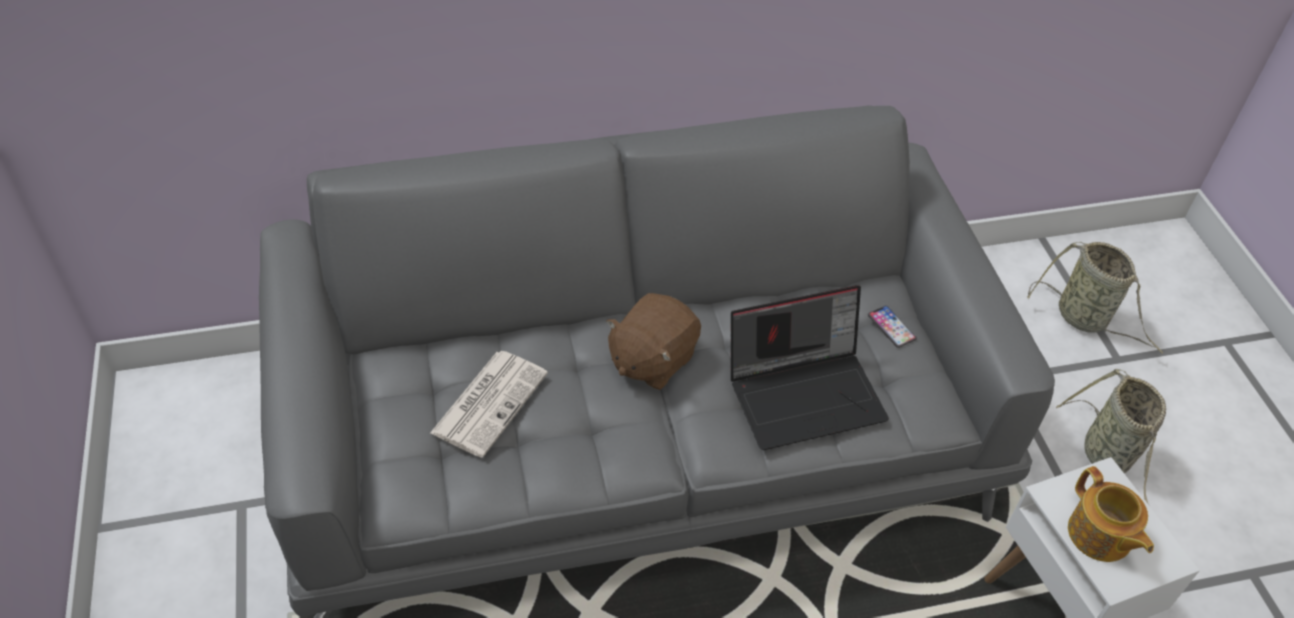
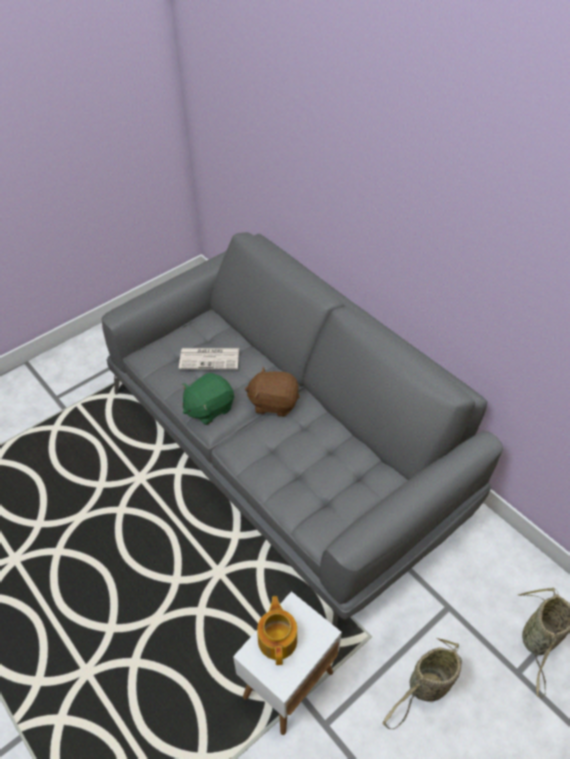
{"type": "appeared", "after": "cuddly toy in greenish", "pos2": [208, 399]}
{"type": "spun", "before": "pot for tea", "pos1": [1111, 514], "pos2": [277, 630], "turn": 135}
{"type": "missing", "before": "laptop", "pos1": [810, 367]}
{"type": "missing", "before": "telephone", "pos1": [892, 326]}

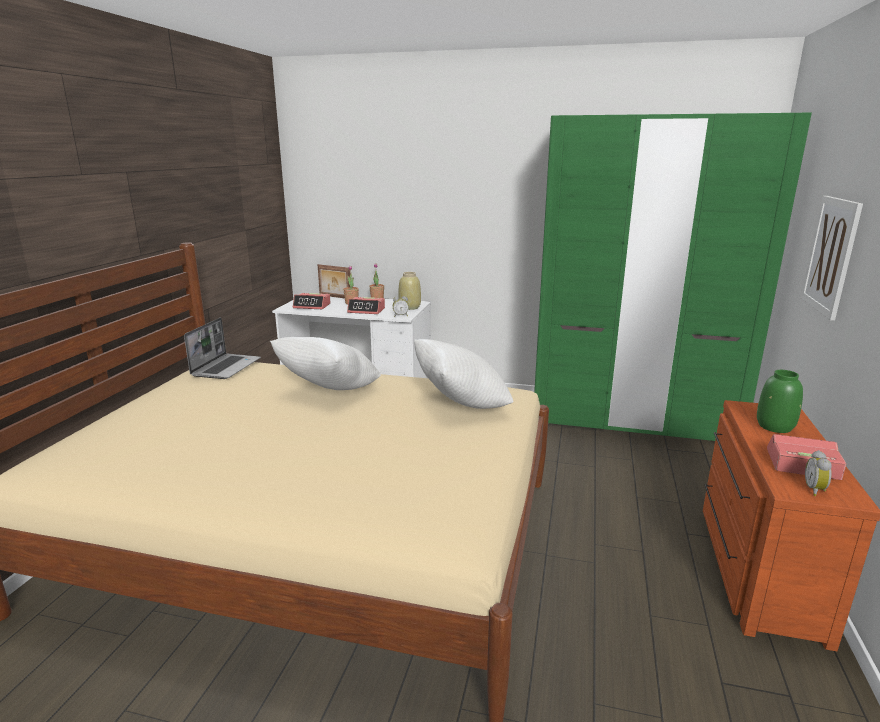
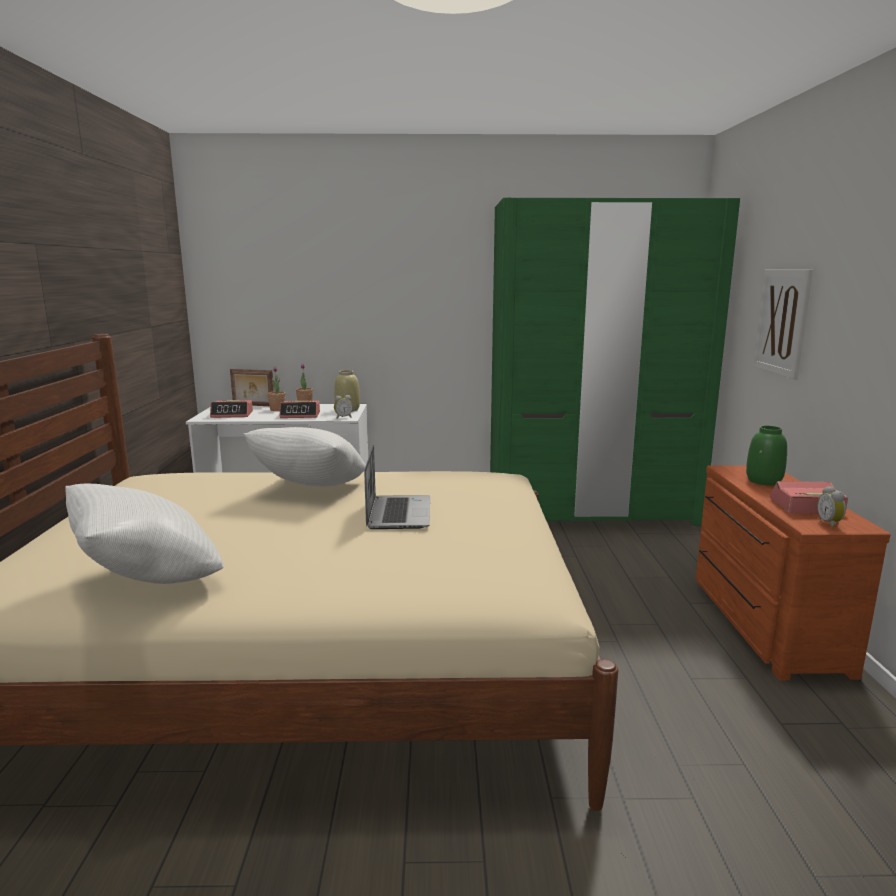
{"type": "relocated", "before": "pillow in white", "pos1": [464, 374], "pos2": [144, 533]}
{"type": "relocated", "before": "laptop", "pos1": [222, 348], "pos2": [397, 487]}

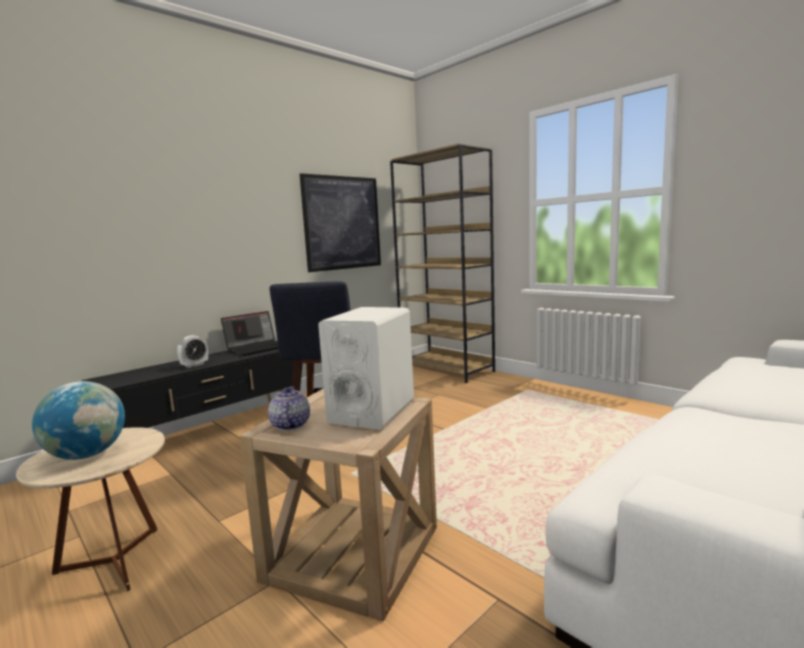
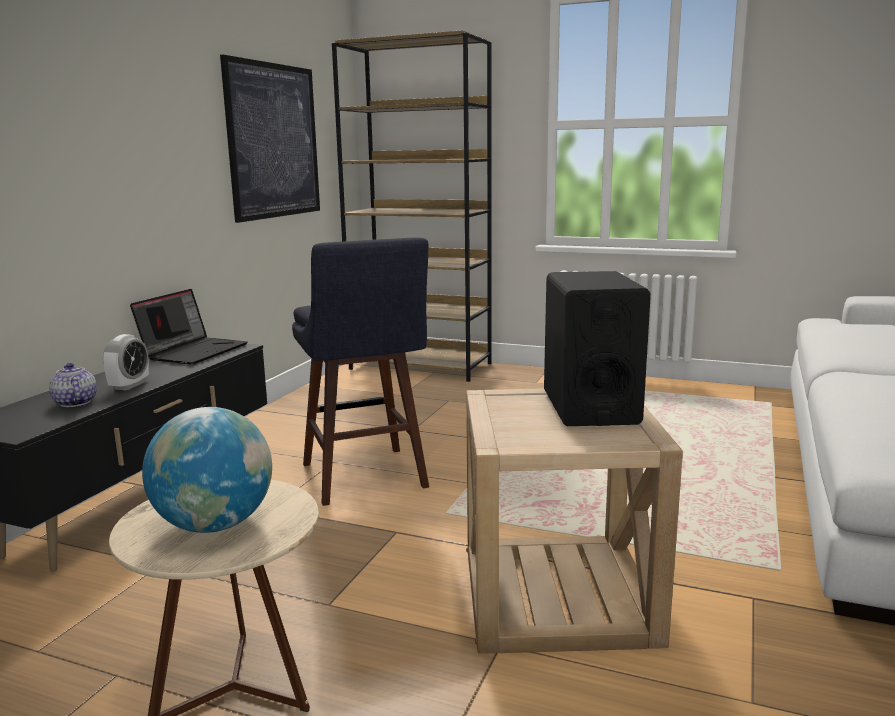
{"type": "relocated", "before": "pot for tea", "pos1": [289, 409], "pos2": [73, 385]}
{"type": "colour", "before": "speaker in white", "after": "speaker in black-coloured", "pos1": [366, 368], "pos2": [597, 348]}

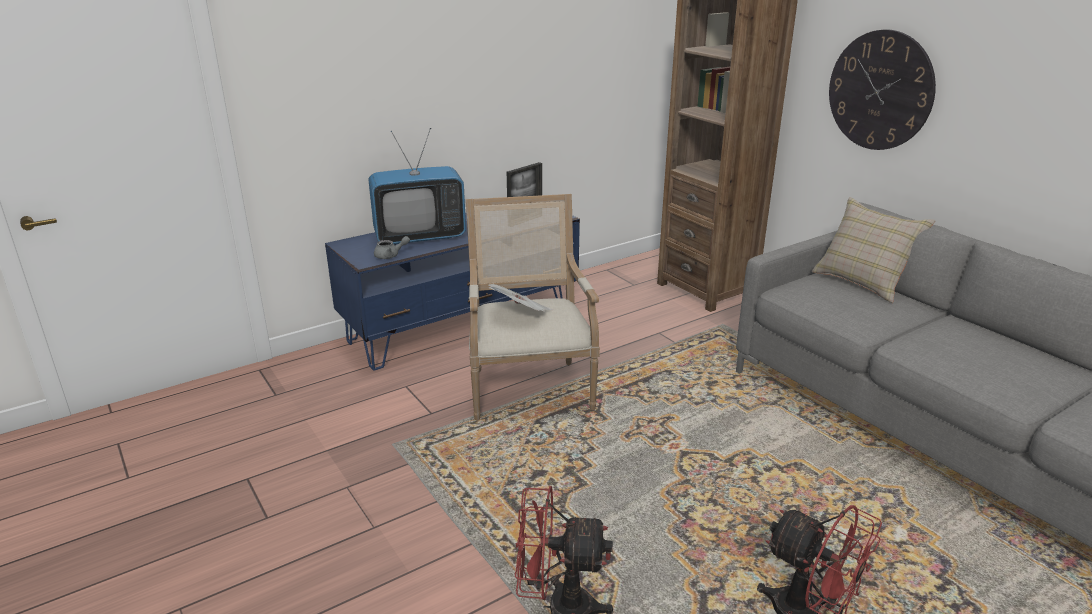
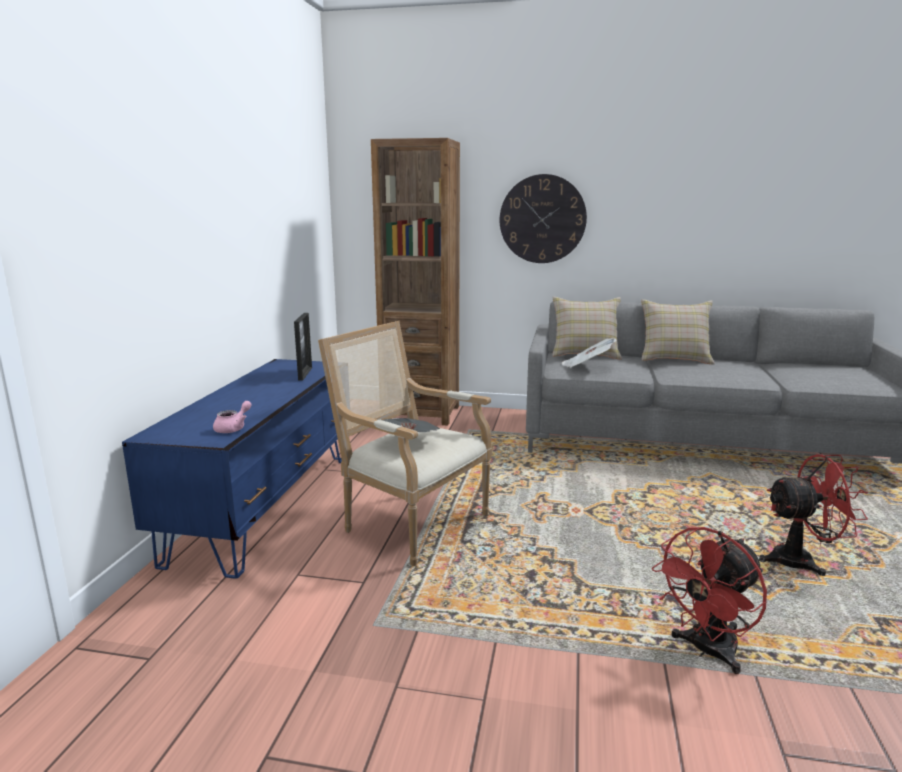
{"type": "colour", "before": "pot for tea in greyish", "after": "pot for tea in pink", "pos1": [392, 247], "pos2": [232, 417]}
{"type": "appeared", "after": "printed paper", "pos2": [589, 353]}
{"type": "appeared", "after": "pillow in beige-coloured", "pos2": [678, 332]}
{"type": "missing", "before": "television", "pos1": [417, 186]}

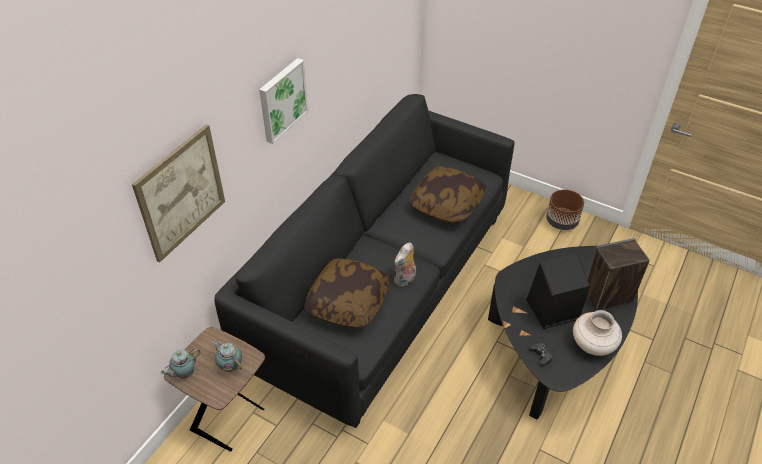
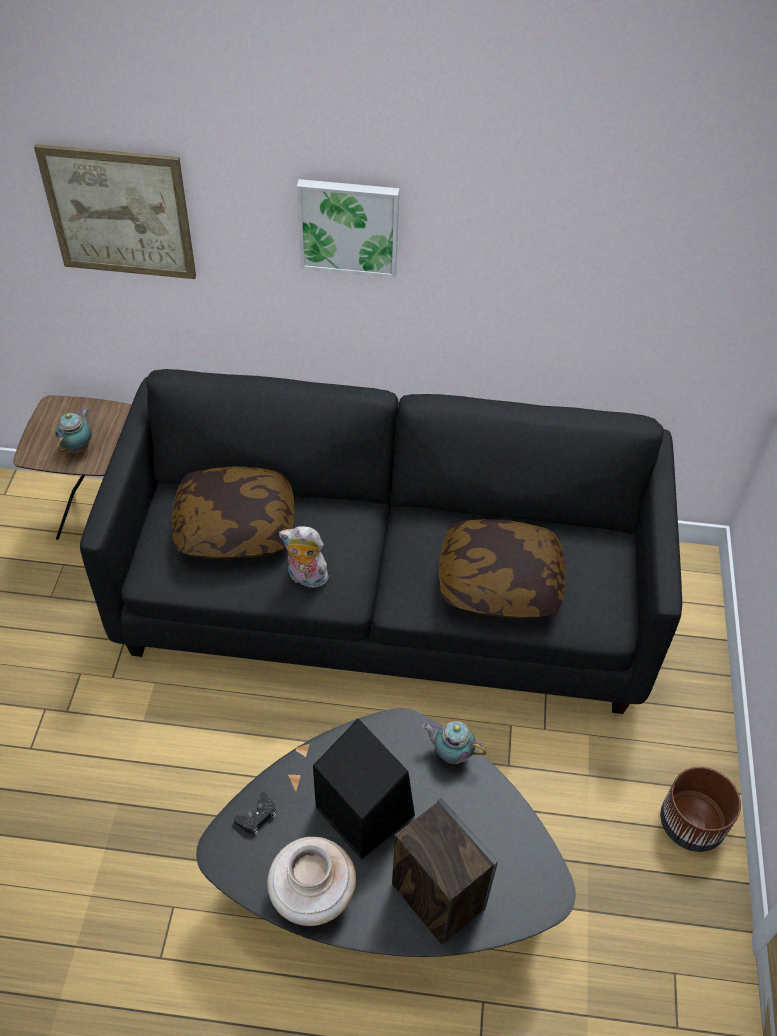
{"type": "relocated", "before": "pot for tea", "pos1": [181, 363], "pos2": [454, 742]}

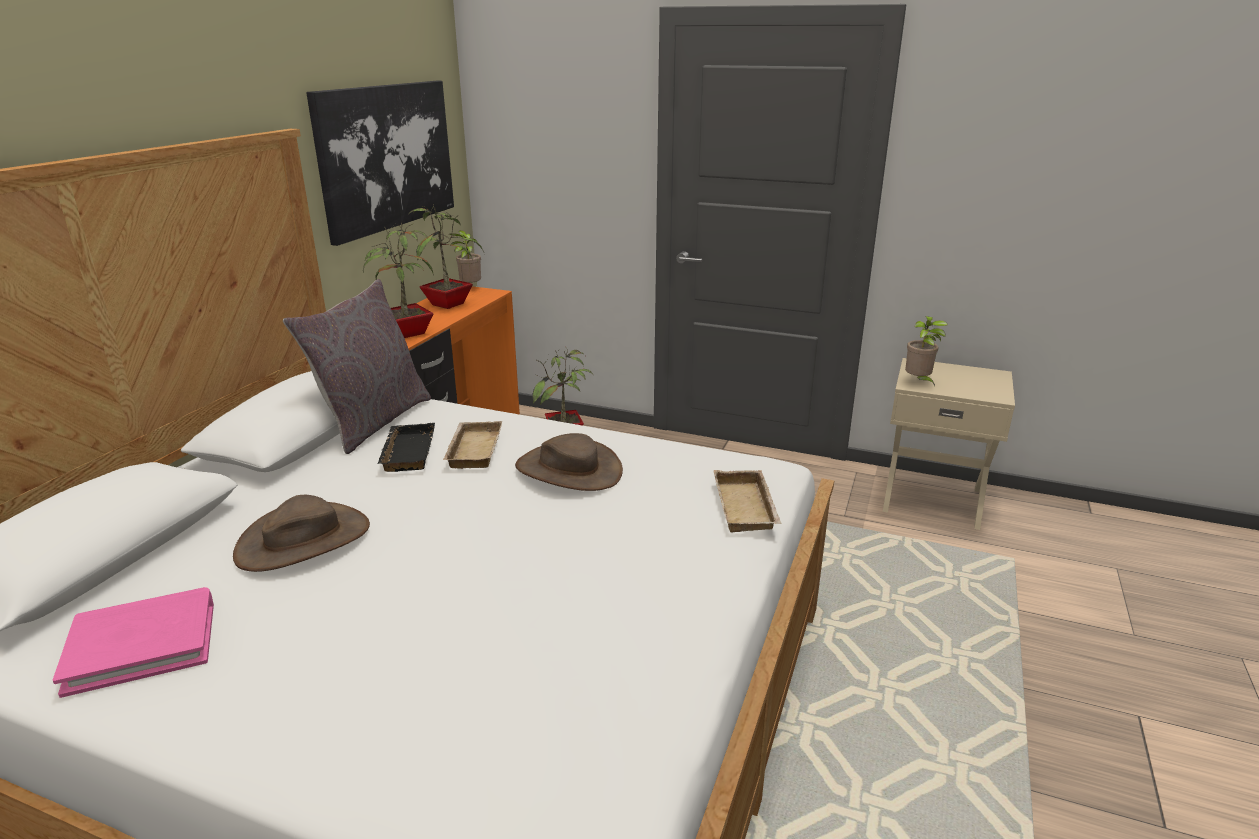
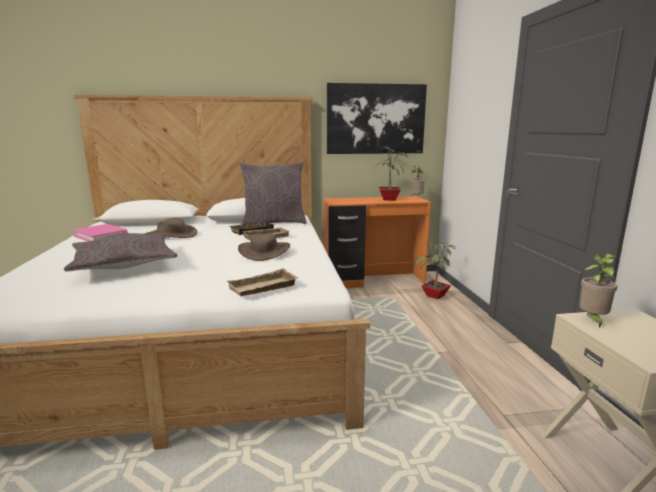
{"type": "appeared", "after": "pillow in greyish", "pos2": [120, 252]}
{"type": "missing", "before": "plant in a pot", "pos1": [398, 280]}

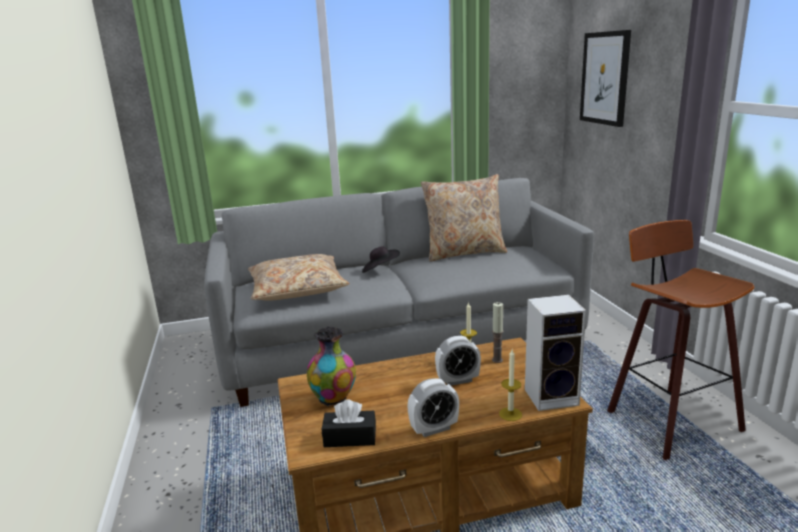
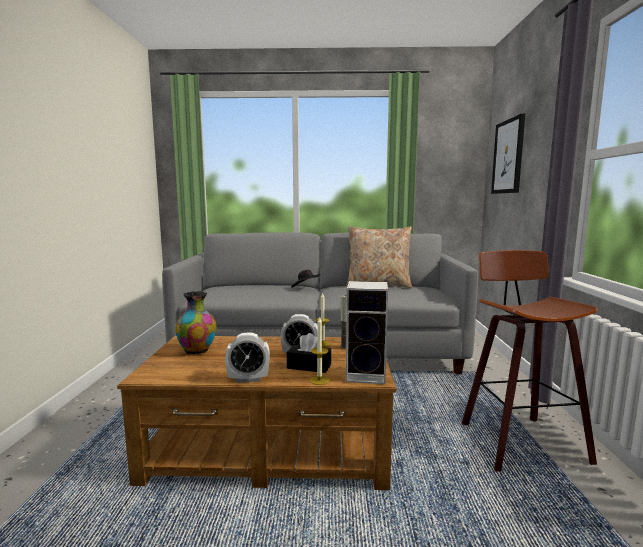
{"type": "relocated", "before": "box of tissues in black-coloured", "pos1": [349, 423], "pos2": [309, 353]}
{"type": "missing", "before": "pillow in beige-coloured", "pos1": [298, 277]}

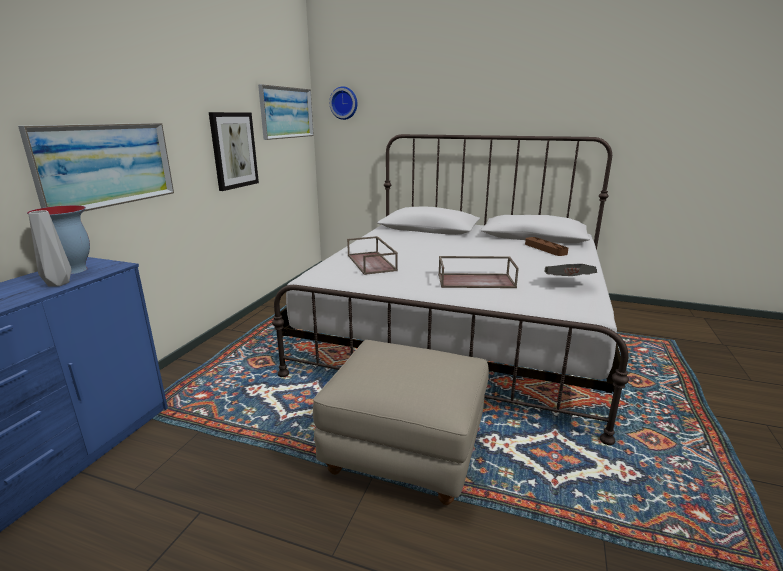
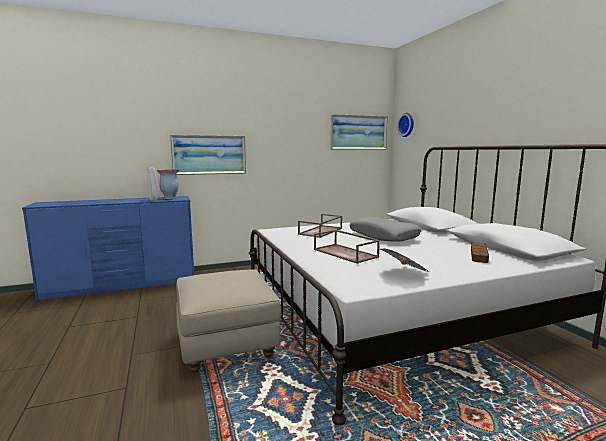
{"type": "appeared", "after": "pillow in greyish", "pos2": [385, 229]}
{"type": "missing", "before": "wall art", "pos1": [234, 151]}

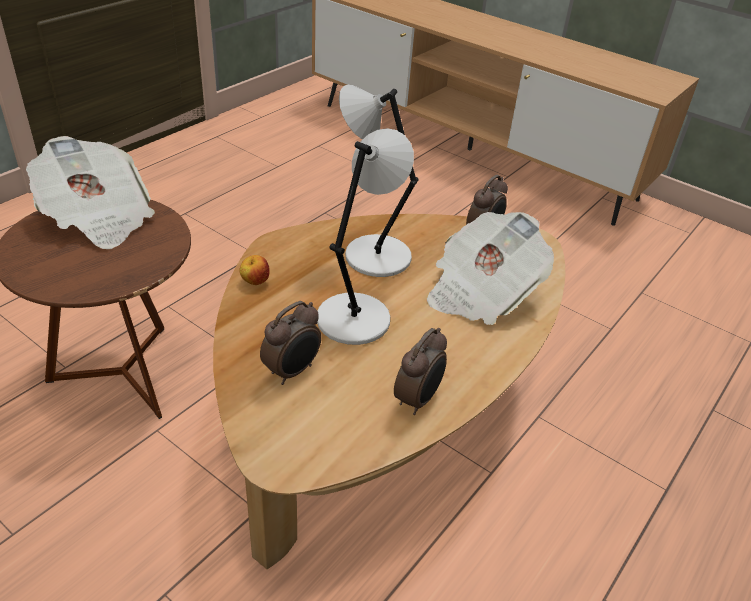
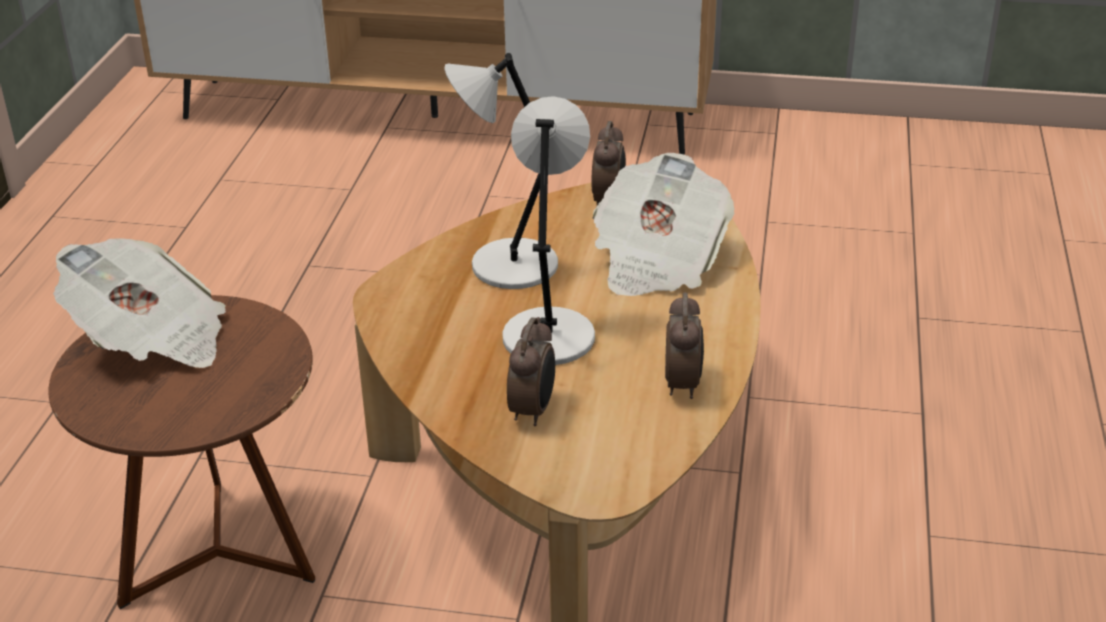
{"type": "missing", "before": "apple fruit", "pos1": [254, 270]}

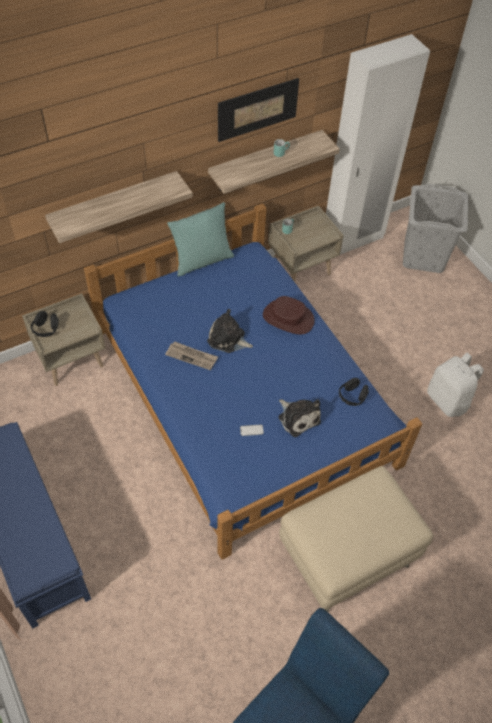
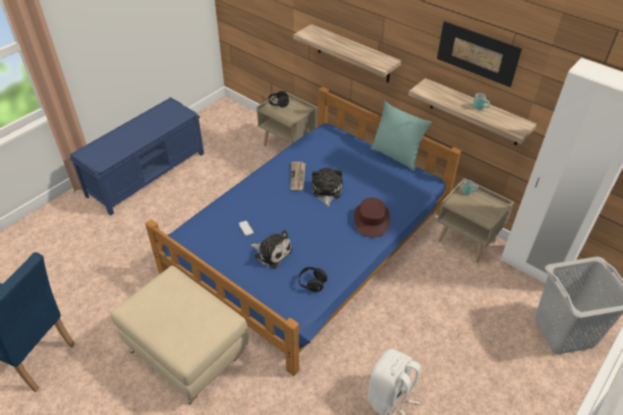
{"type": "spun", "before": "cuddly toy", "pos1": [300, 418], "pos2": [271, 249], "turn": -90}

